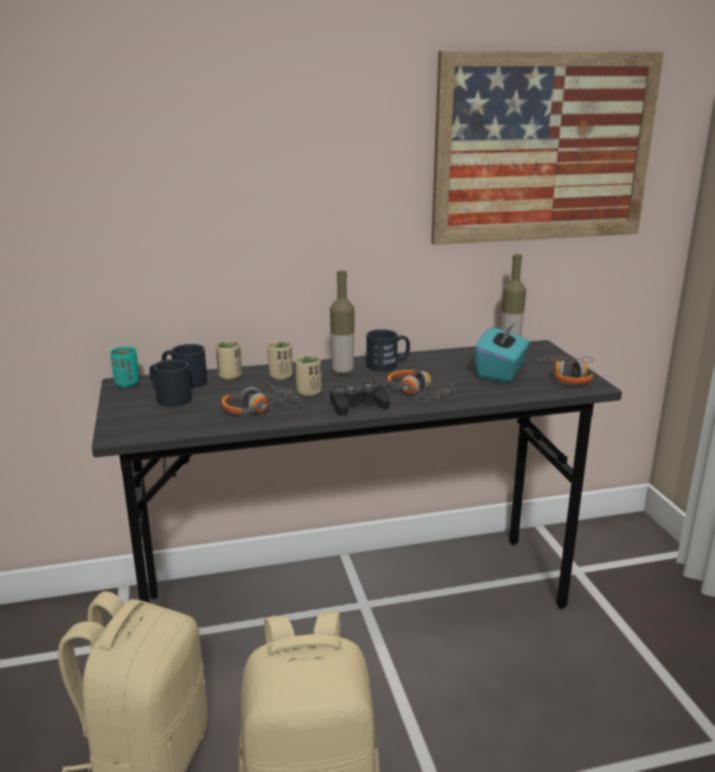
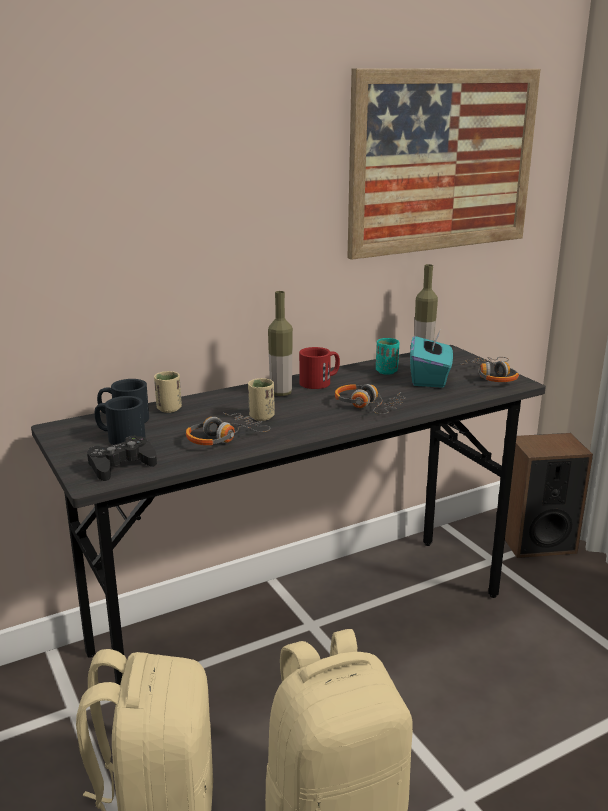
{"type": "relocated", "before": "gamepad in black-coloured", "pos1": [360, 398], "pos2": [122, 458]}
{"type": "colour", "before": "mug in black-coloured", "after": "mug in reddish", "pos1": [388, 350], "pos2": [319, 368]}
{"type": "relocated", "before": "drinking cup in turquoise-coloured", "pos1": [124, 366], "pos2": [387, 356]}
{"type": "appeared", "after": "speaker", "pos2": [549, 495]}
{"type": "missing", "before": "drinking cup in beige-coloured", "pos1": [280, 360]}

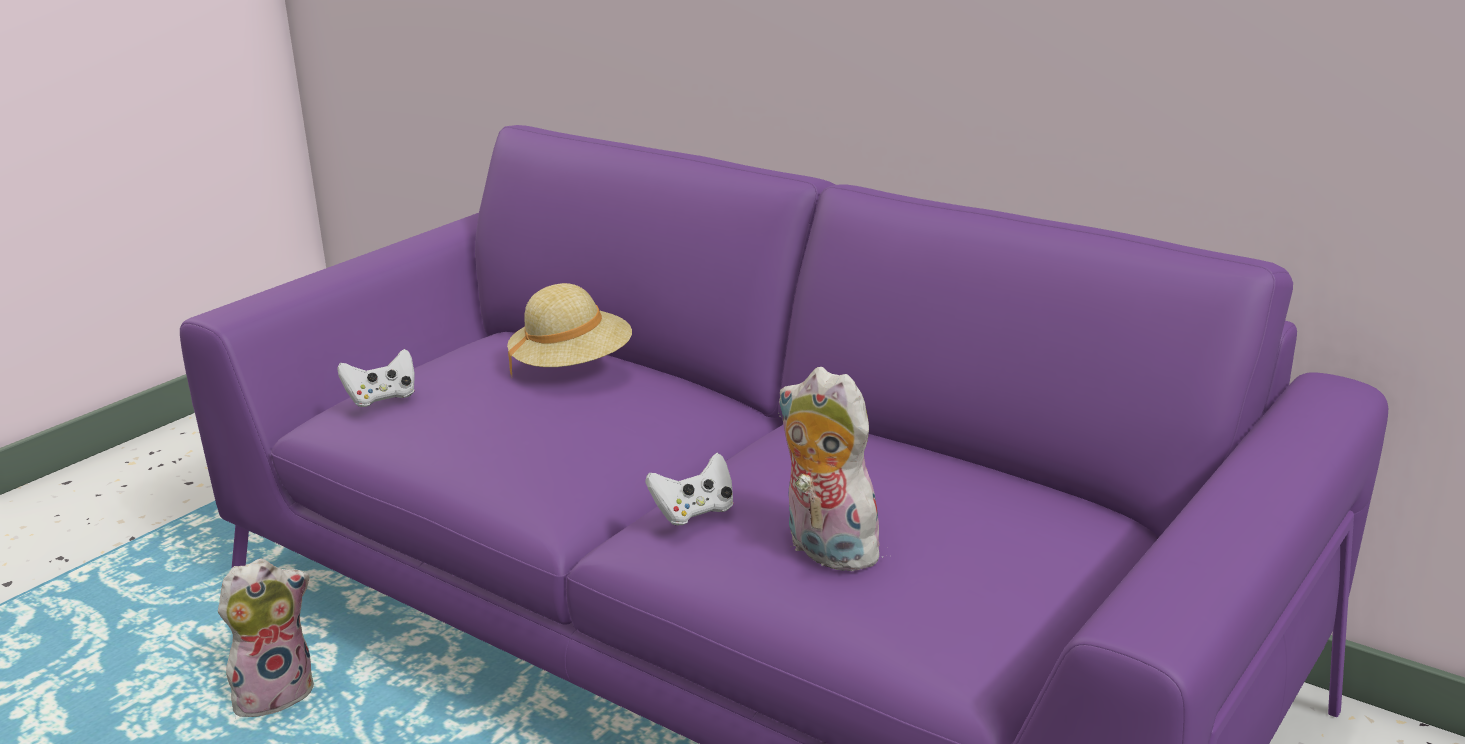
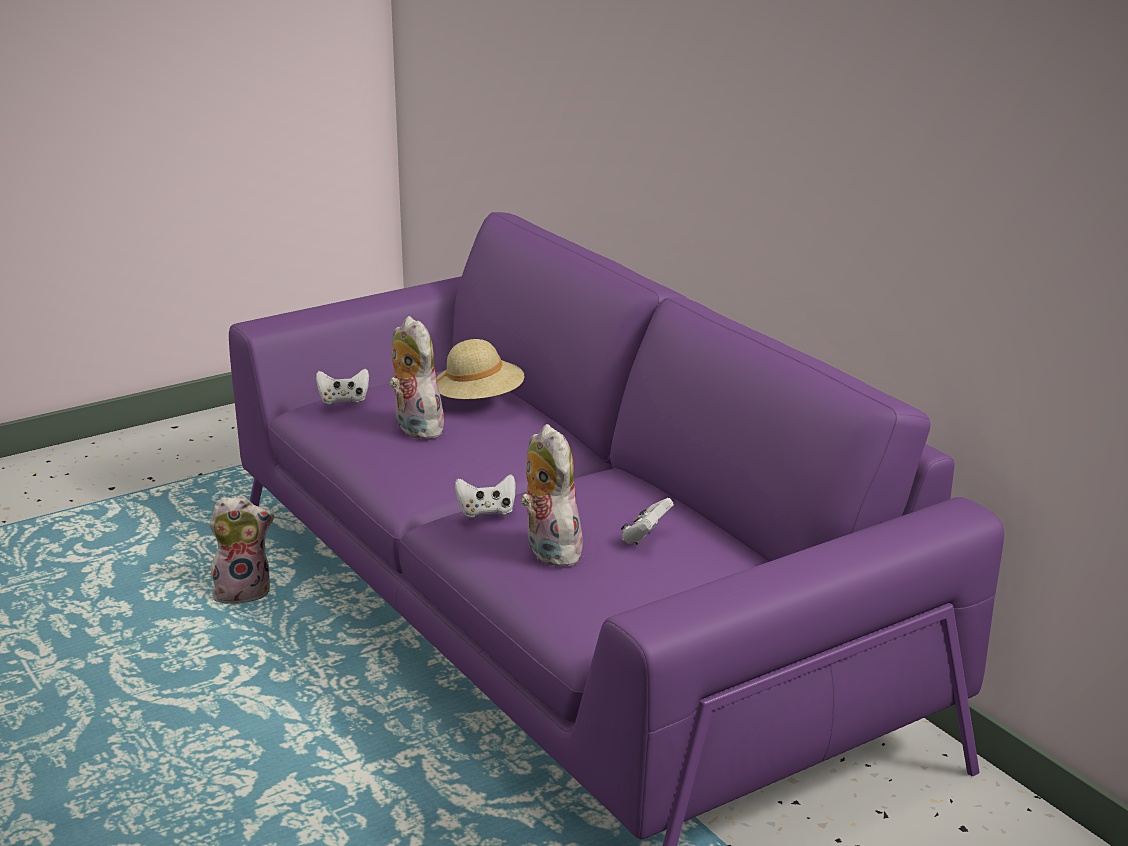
{"type": "appeared", "after": "cuddly toy", "pos2": [416, 377]}
{"type": "appeared", "after": "gamepad in white", "pos2": [647, 521]}

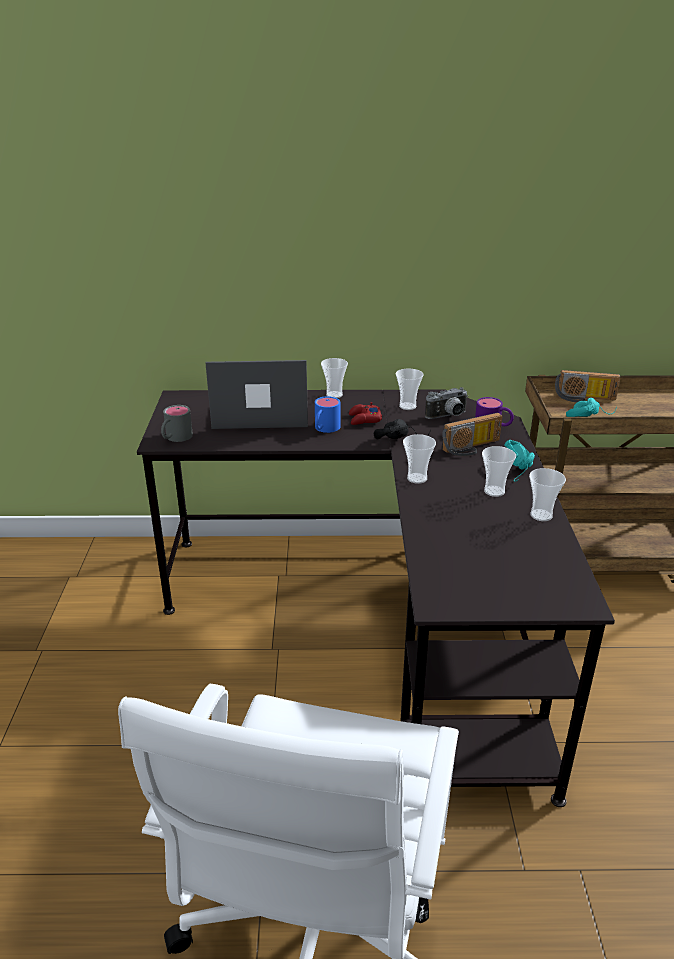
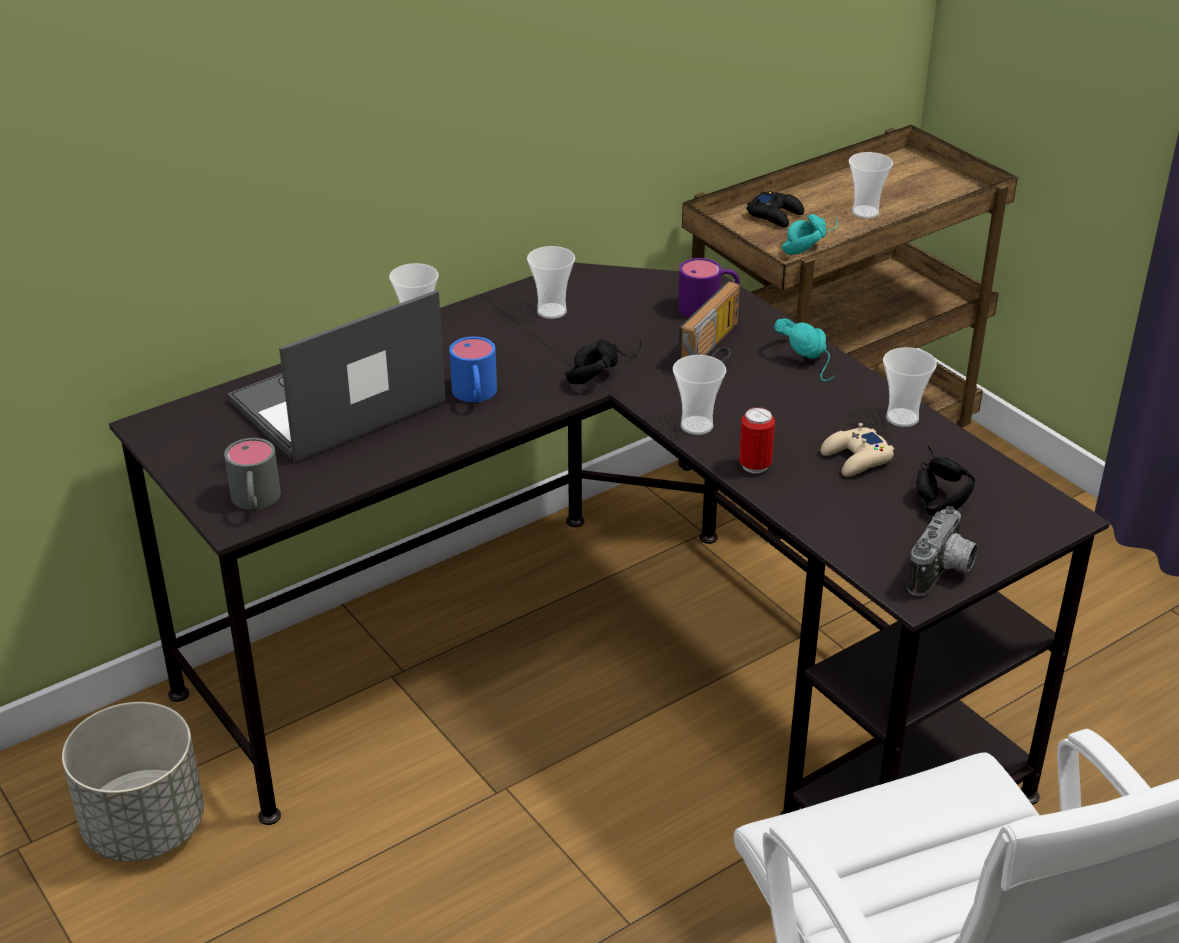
{"type": "appeared", "after": "plant pot in greyish", "pos2": [133, 781]}
{"type": "appeared", "after": "sealed can", "pos2": [757, 440]}
{"type": "exchanged", "before": "radio set", "after": "gamepad in black-coloured", "pos1": [587, 386], "pos2": [775, 209]}
{"type": "appeared", "after": "gamepad in beige-coloured", "pos2": [857, 450]}
{"type": "relocated", "before": "drinking cup", "pos1": [499, 471], "pos2": [871, 185]}
{"type": "relocated", "before": "photo camera", "pos1": [446, 403], "pos2": [942, 551]}
{"type": "appeared", "after": "pair of headphones in black-coloured", "pos2": [945, 480]}
{"type": "missing", "before": "gamepad in reddish", "pos1": [365, 413]}

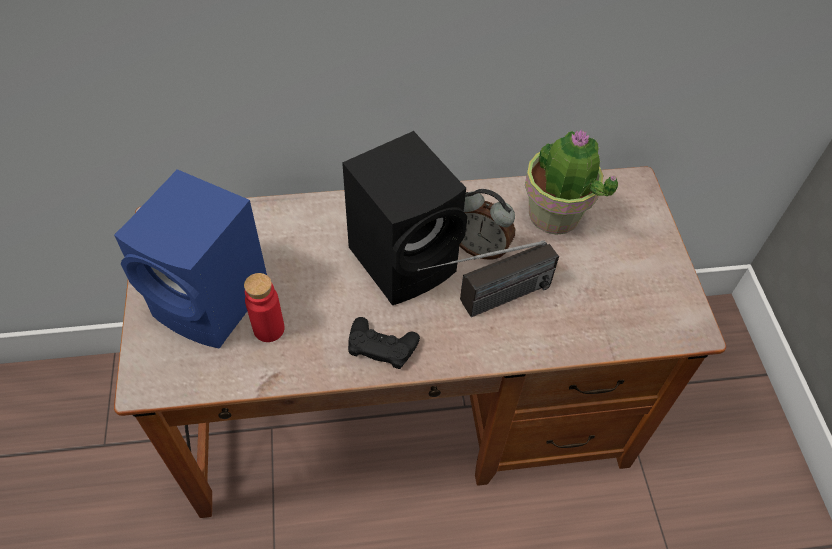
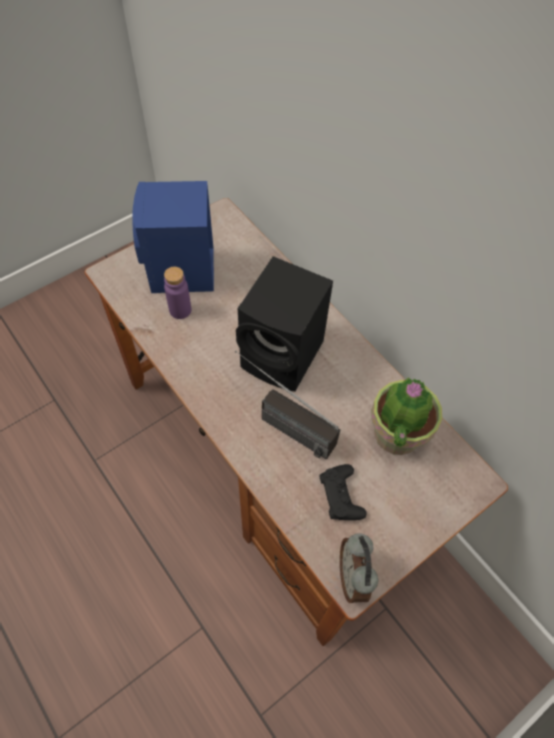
{"type": "colour", "before": "drink bottle in reddish", "after": "drink bottle in purple-coloured", "pos1": [264, 307], "pos2": [177, 293]}
{"type": "relocated", "before": "gamepad in black-coloured", "pos1": [384, 343], "pos2": [343, 492]}
{"type": "relocated", "before": "alarm clock", "pos1": [487, 224], "pos2": [359, 568]}

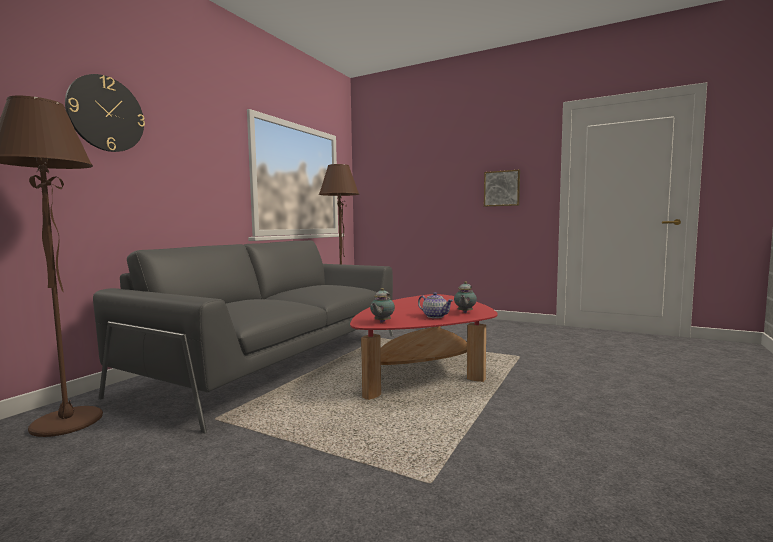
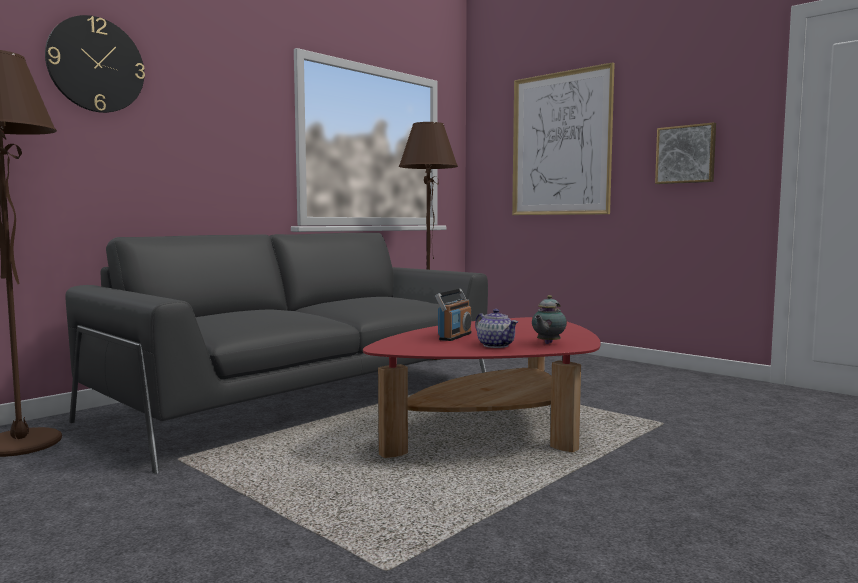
{"type": "appeared", "after": "radio set", "pos2": [453, 315]}
{"type": "appeared", "after": "wall art", "pos2": [563, 138]}
{"type": "missing", "before": "pot for tea", "pos1": [382, 305]}

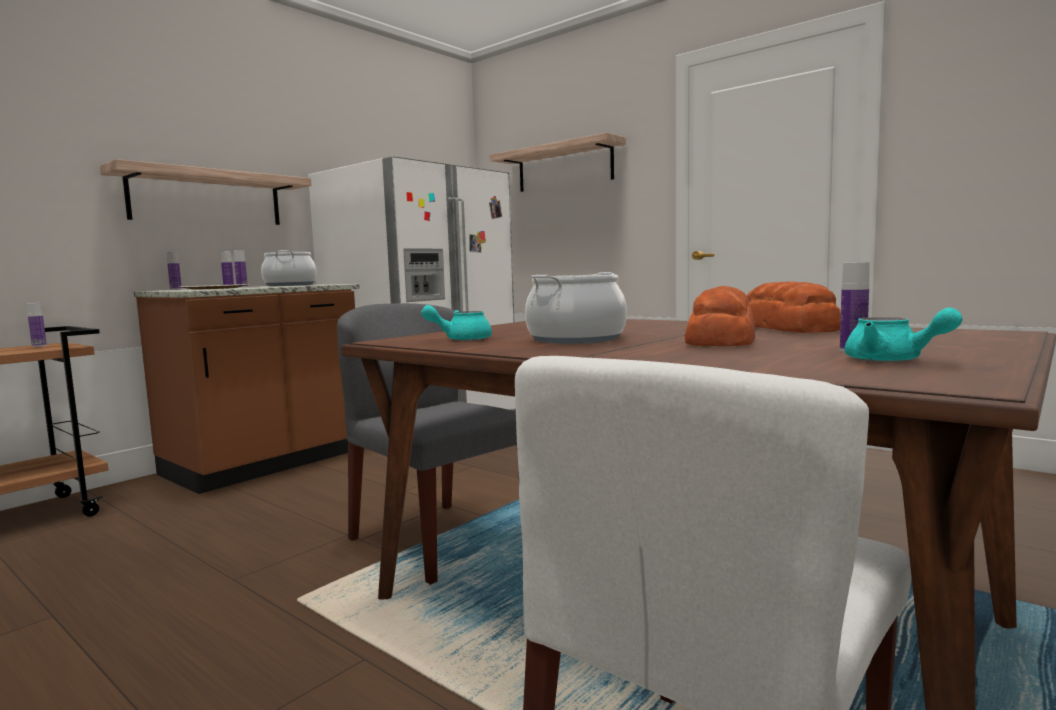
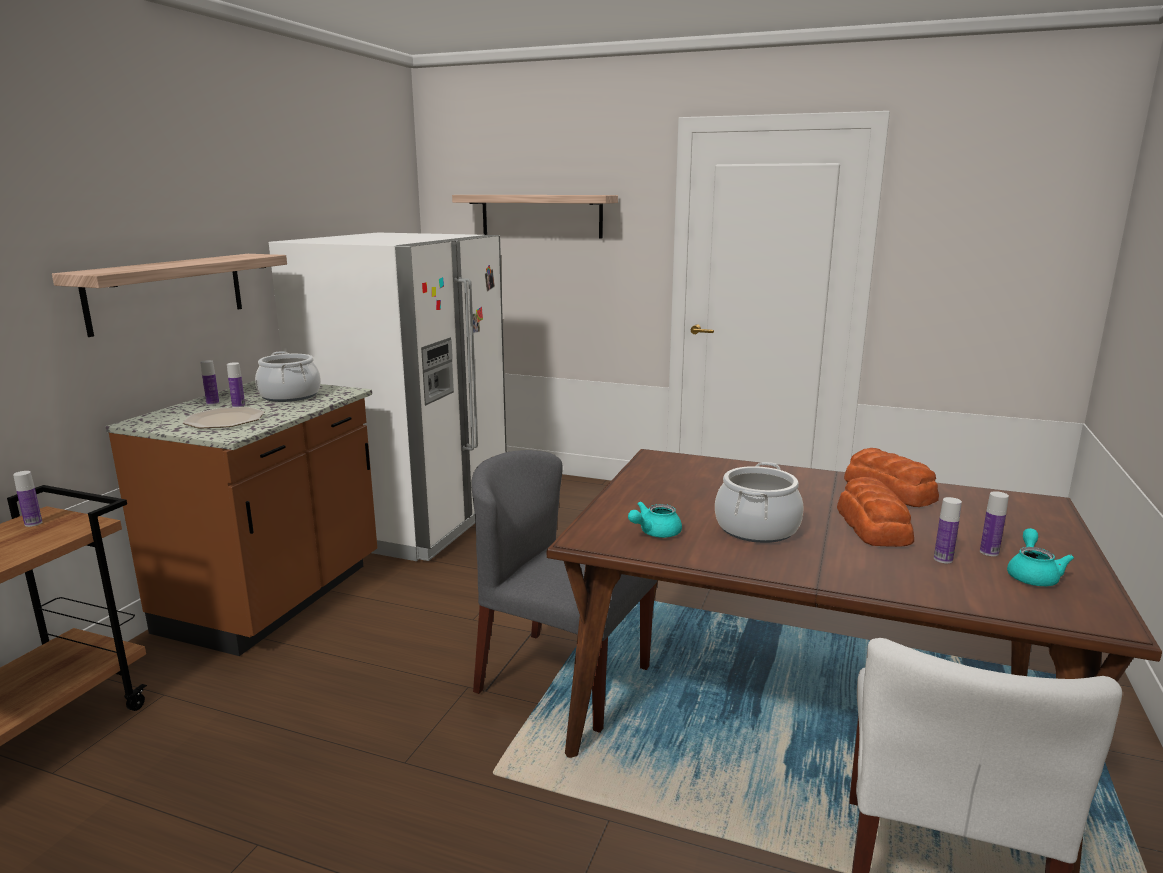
{"type": "relocated", "before": "drink bottle", "pos1": [174, 271], "pos2": [948, 530]}
{"type": "spun", "before": "pot for tea in turquoise-coloured", "pos1": [903, 335], "pos2": [1040, 557], "turn": -105}

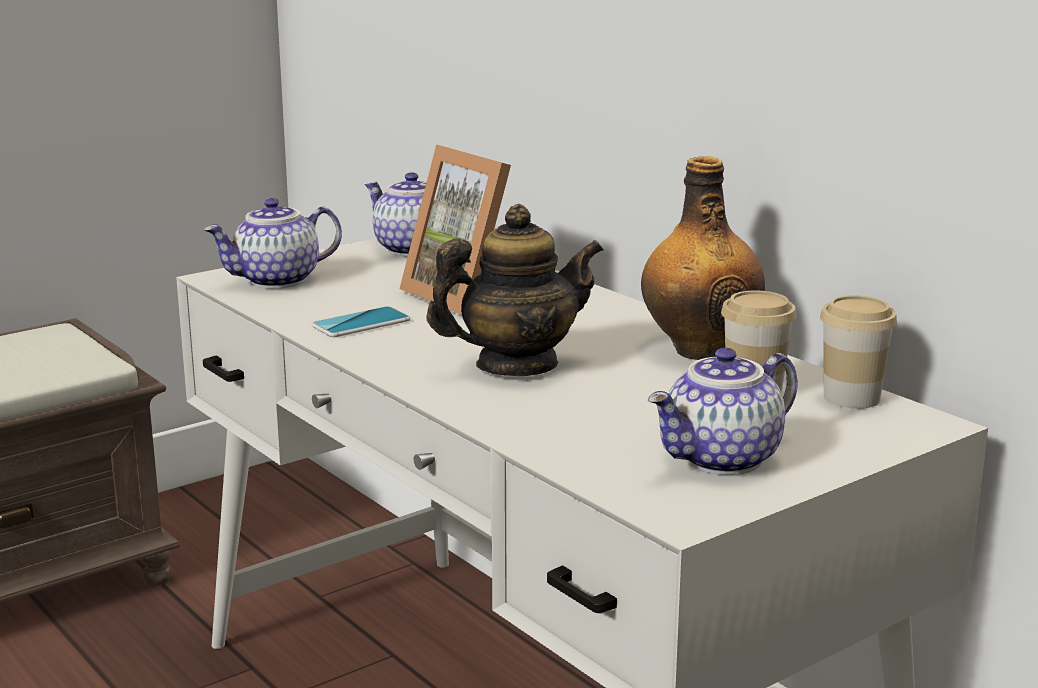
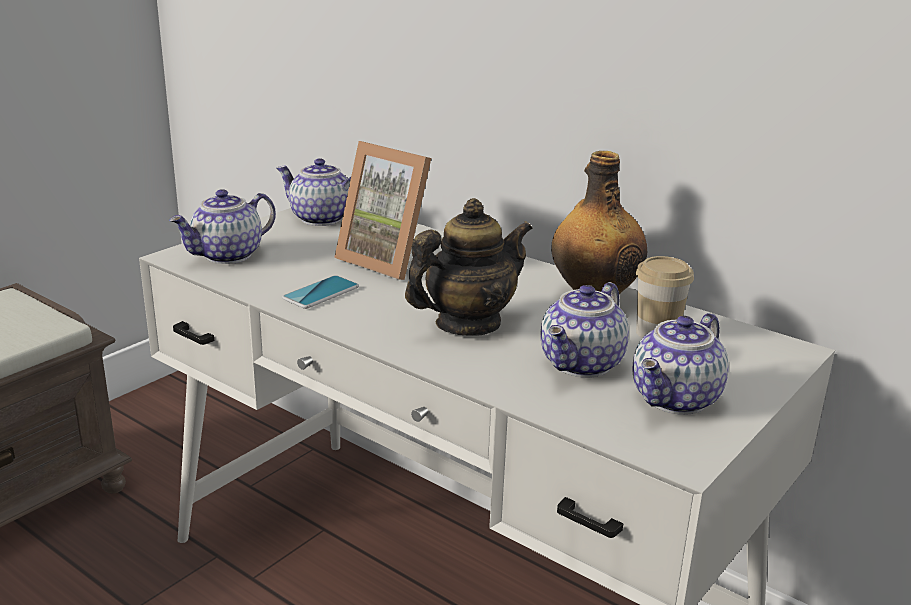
{"type": "appeared", "after": "pot for tea", "pos2": [585, 330]}
{"type": "missing", "before": "drinking cup", "pos1": [858, 352]}

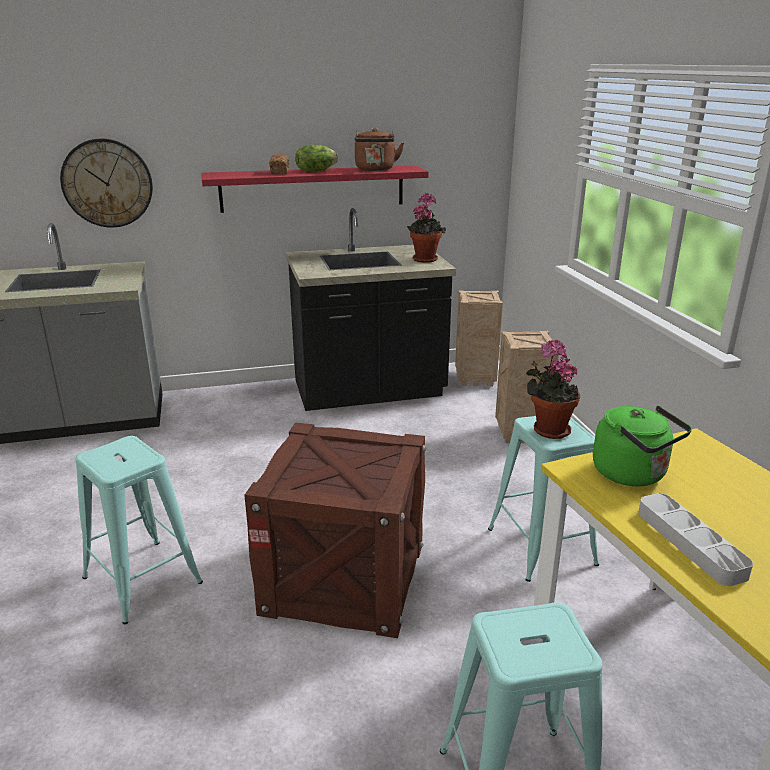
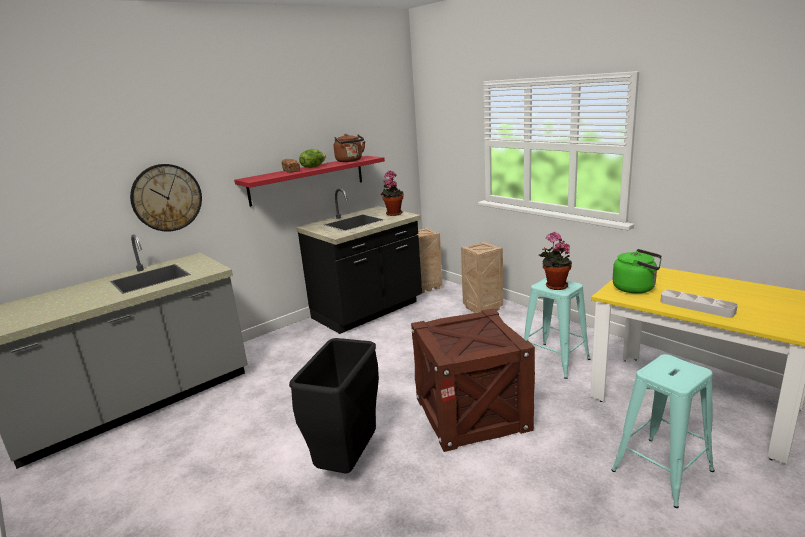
{"type": "exchanged", "before": "sitting stool in turquoise-coloured", "after": "rubbish bin in black-coloured", "pos1": [139, 530], "pos2": [334, 406]}

